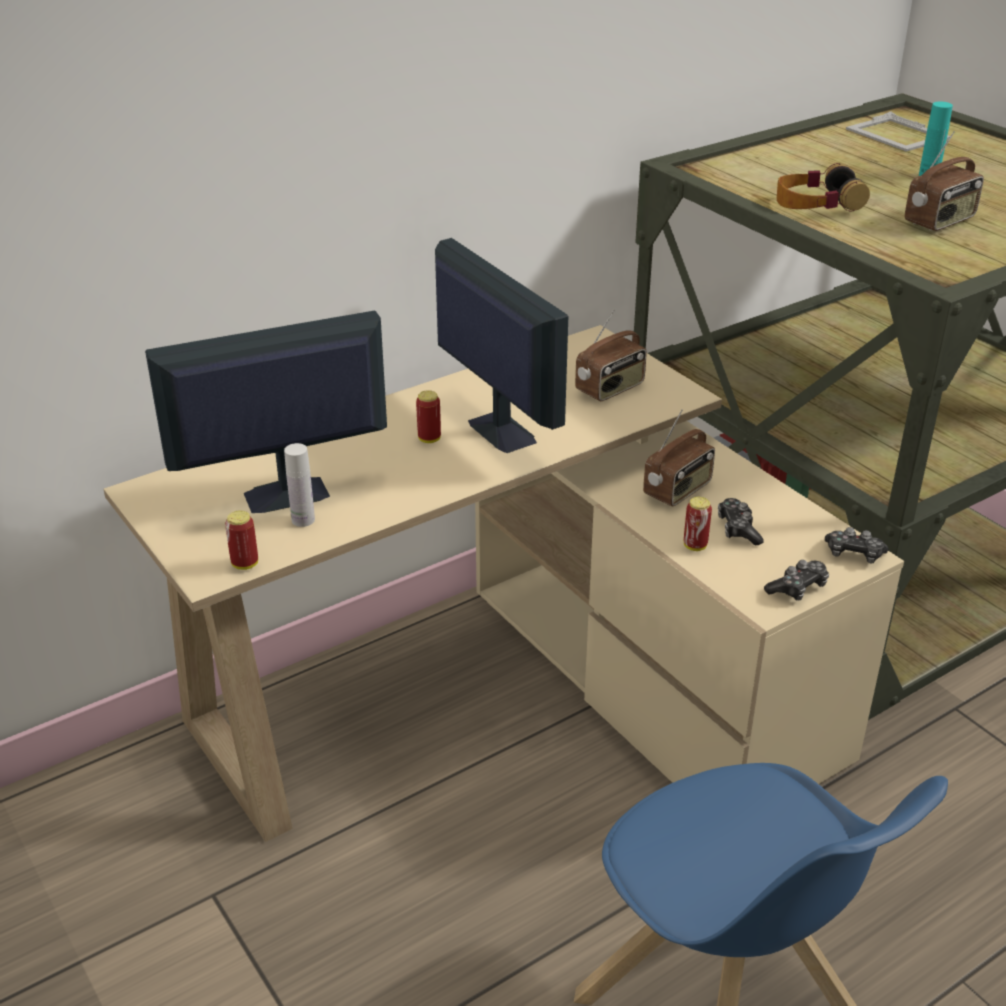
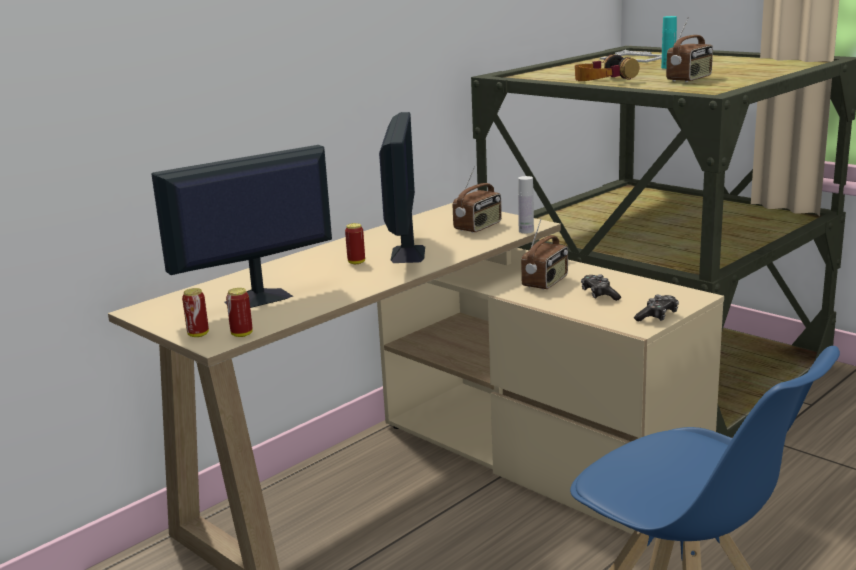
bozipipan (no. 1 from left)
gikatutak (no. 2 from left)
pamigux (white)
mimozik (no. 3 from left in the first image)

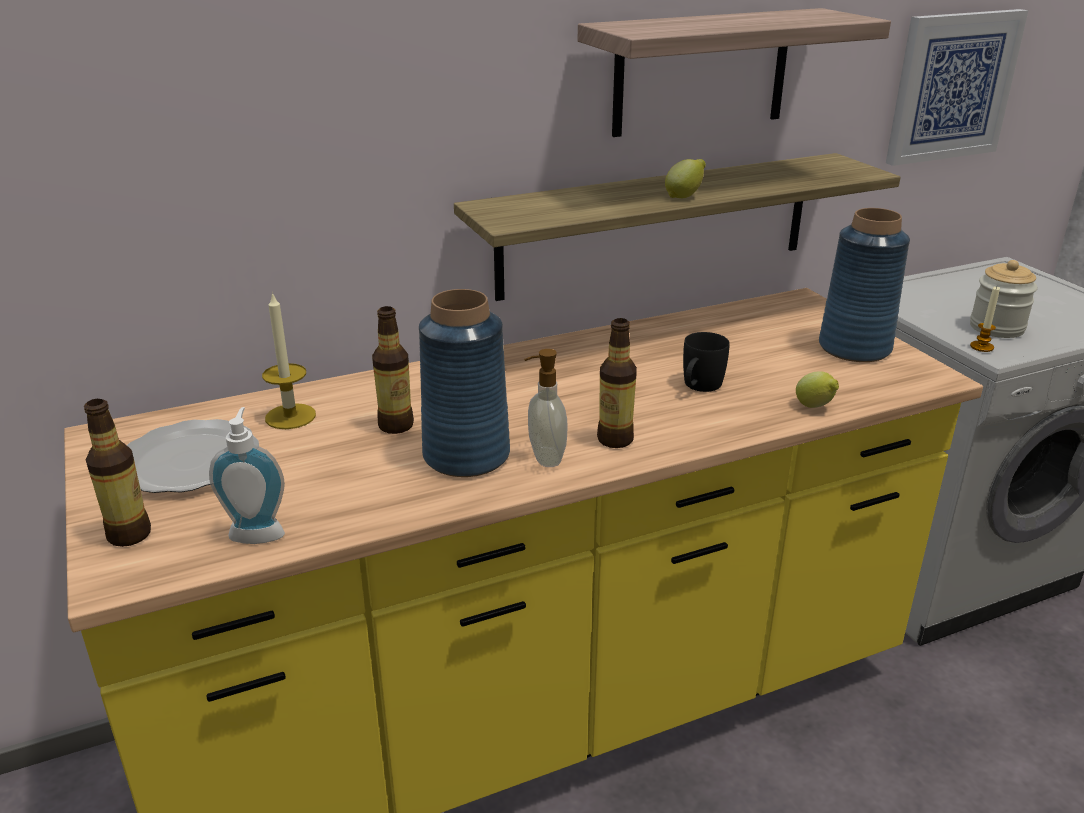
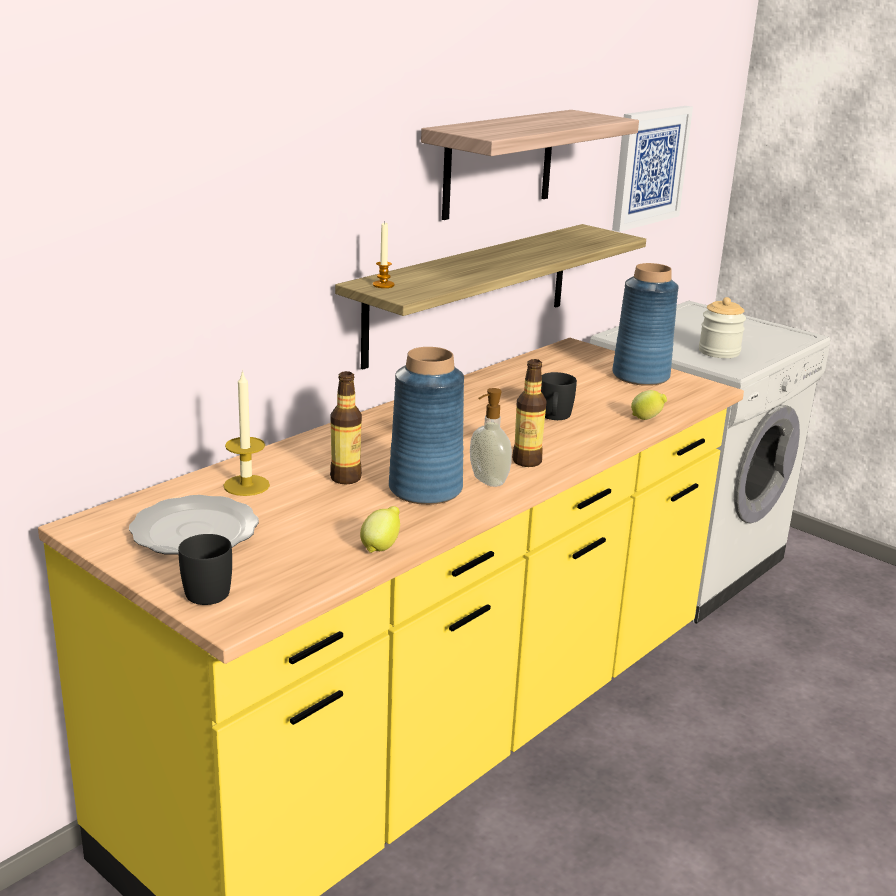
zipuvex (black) (no. 1 from left)
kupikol (no. 1 from left)
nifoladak (no. 2 from left)
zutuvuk (no. 1 from left in the first image)

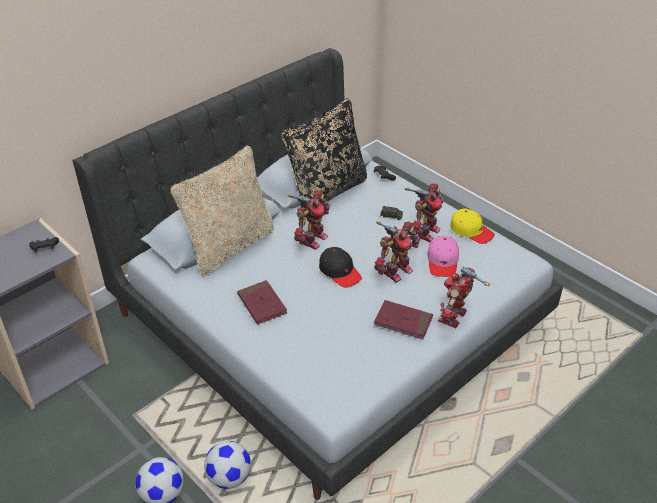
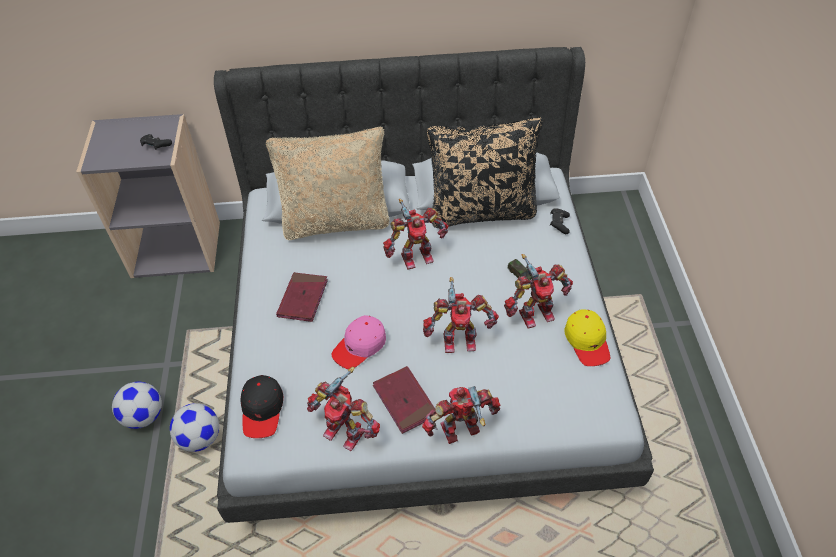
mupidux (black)
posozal (no. 1 from left)
mupidux (pink)

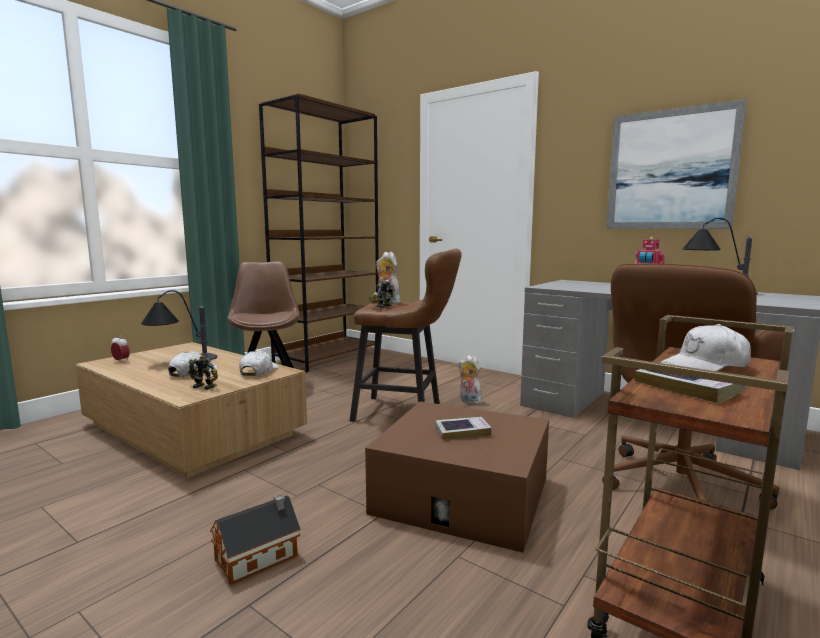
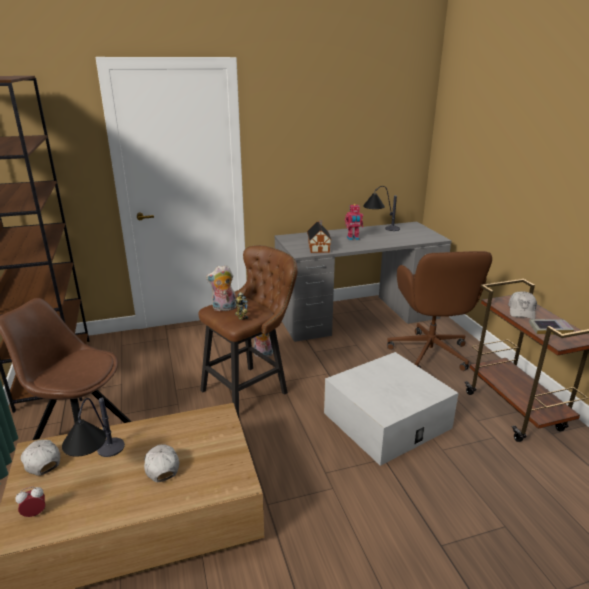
mupidux (white) (no. 1 from left)
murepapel
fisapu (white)
posozal (no. 1 from left in the first image)
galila (no. 1 from left in the first image)
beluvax

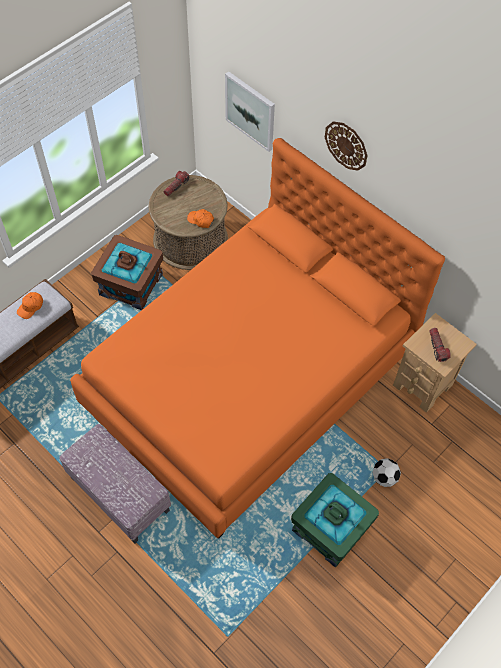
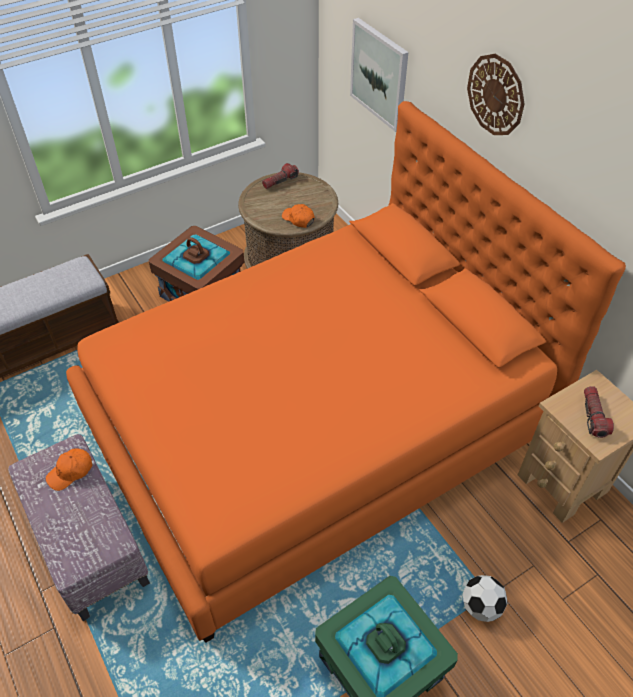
mupidux (orange) (no. 1 from left)

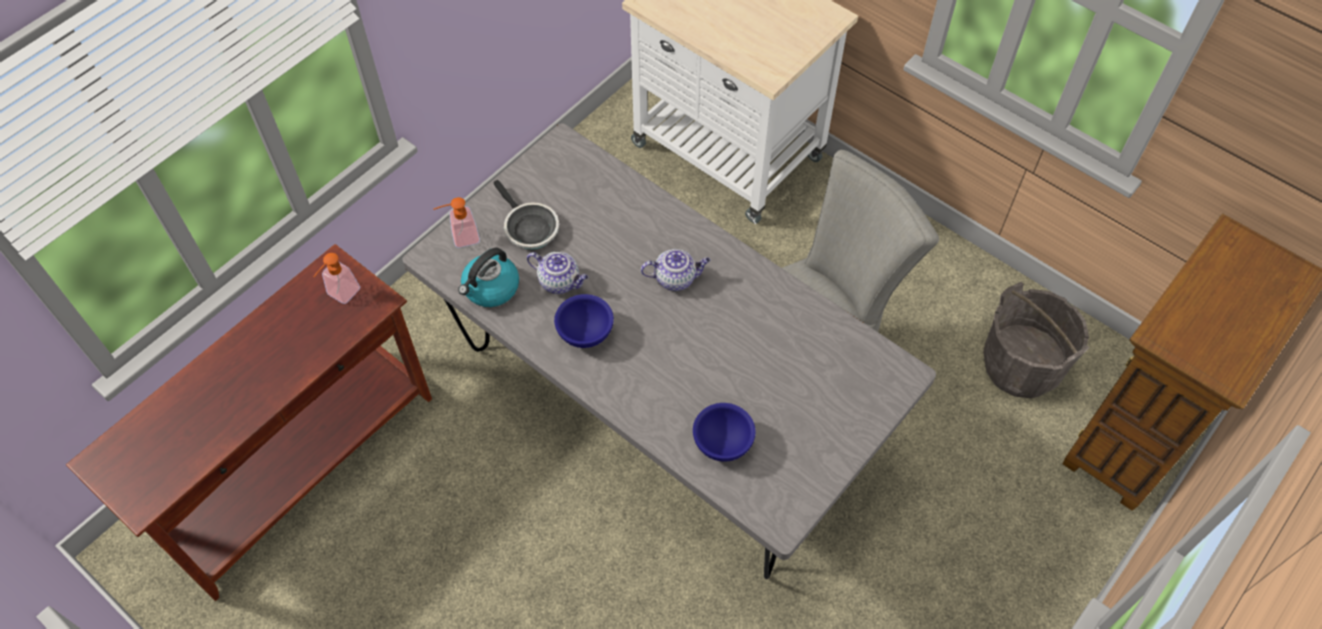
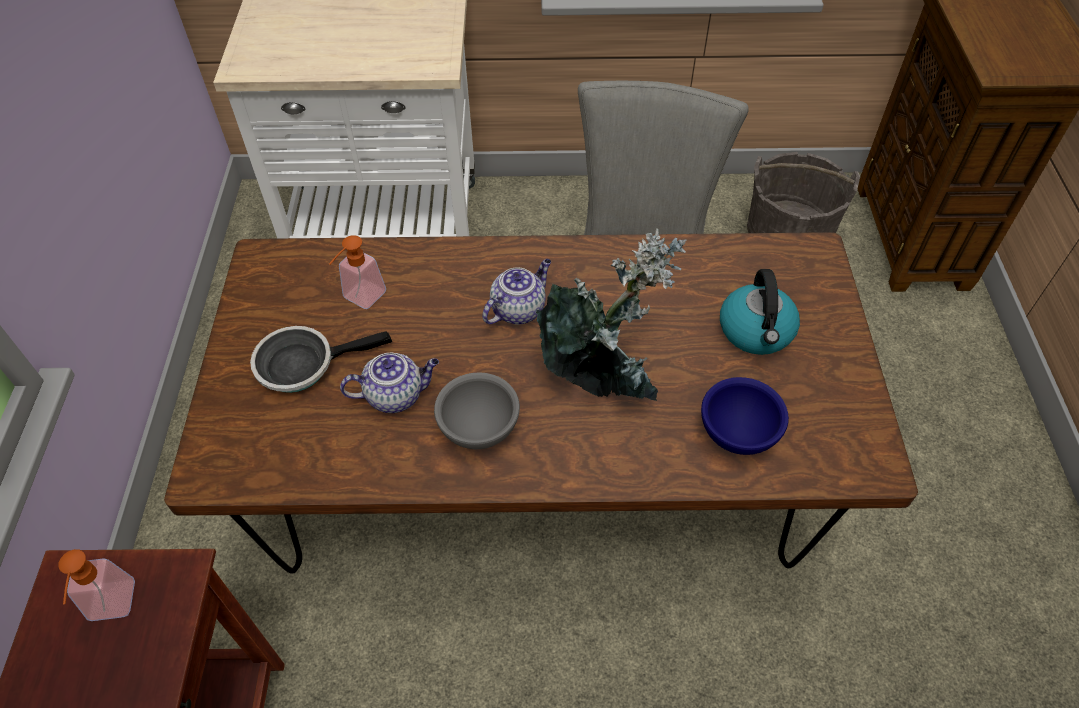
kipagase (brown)
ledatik
zutuvuk (no. 2 from left)
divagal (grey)
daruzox
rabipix

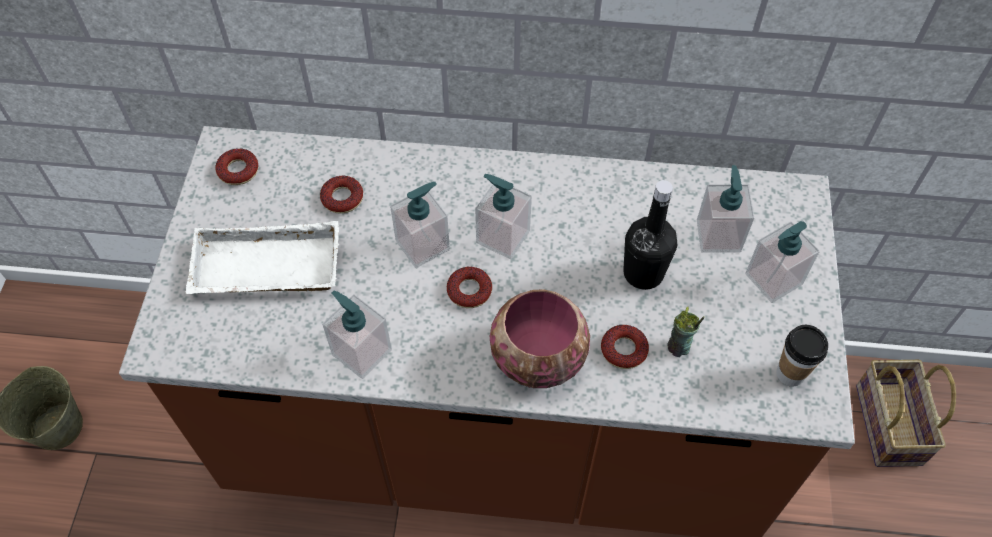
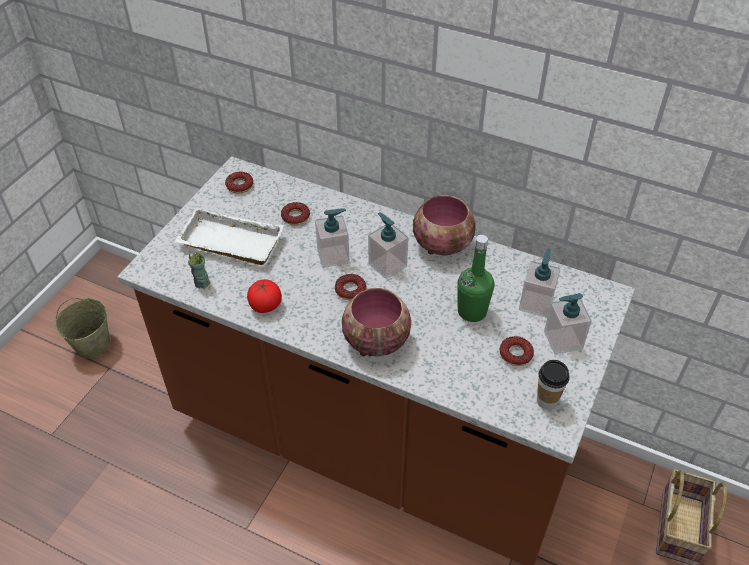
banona (no. 1 from left)
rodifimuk
divagal (no. 2 from left)
pamigux (green)
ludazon (no. 4 from left)

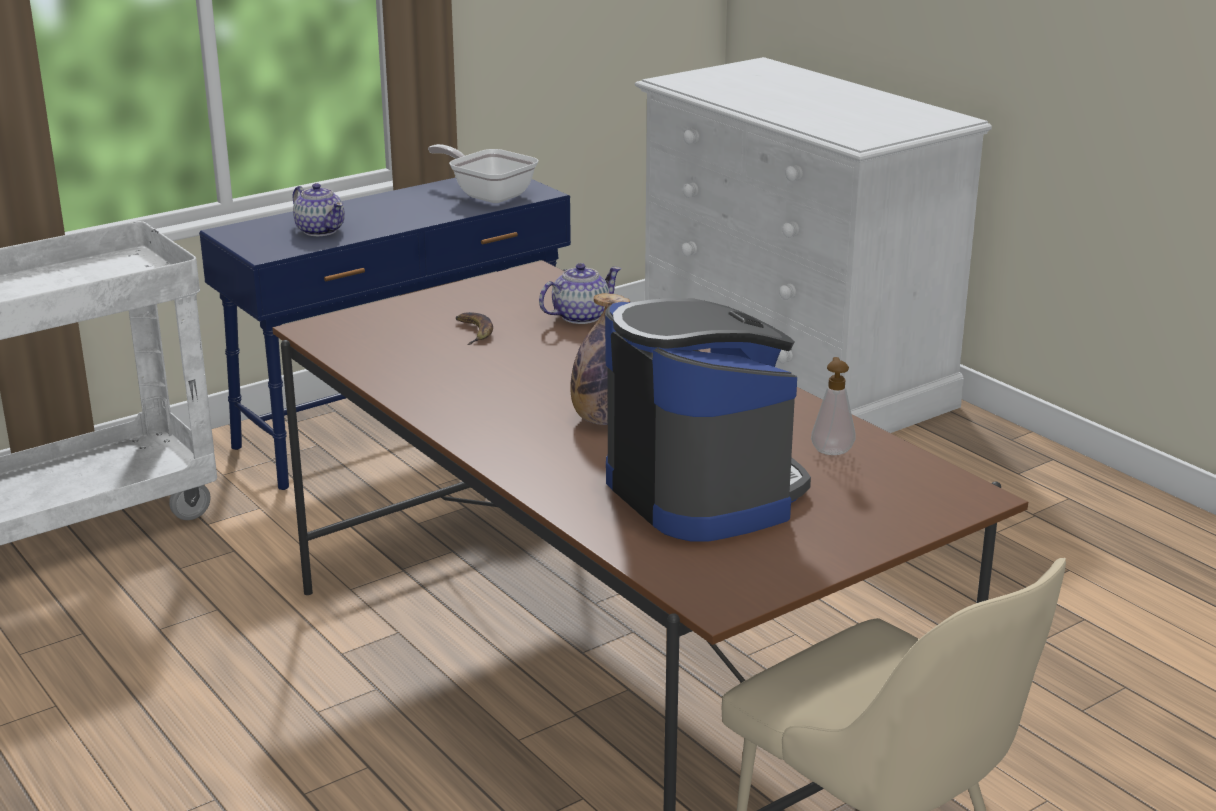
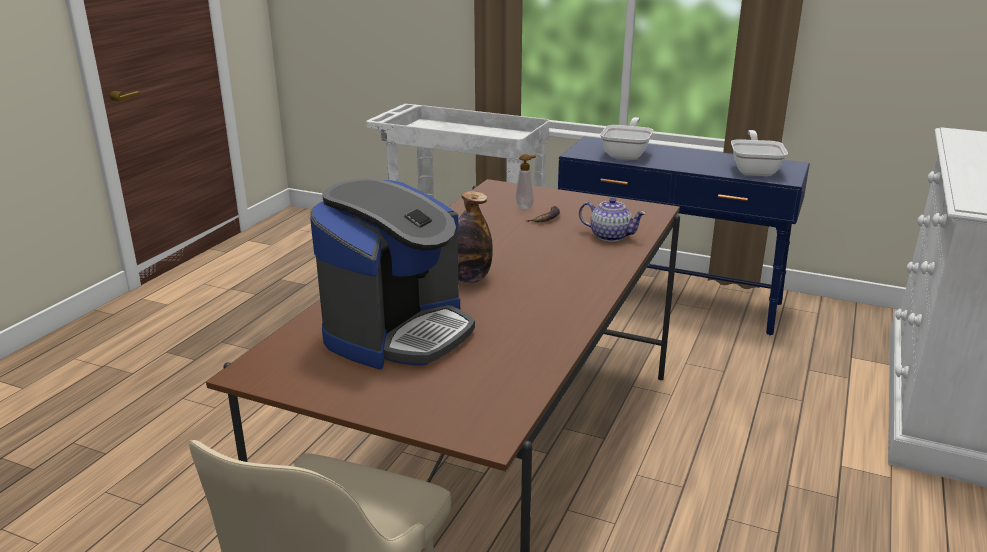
zutuvuk
ledatik (no. 1 from left)

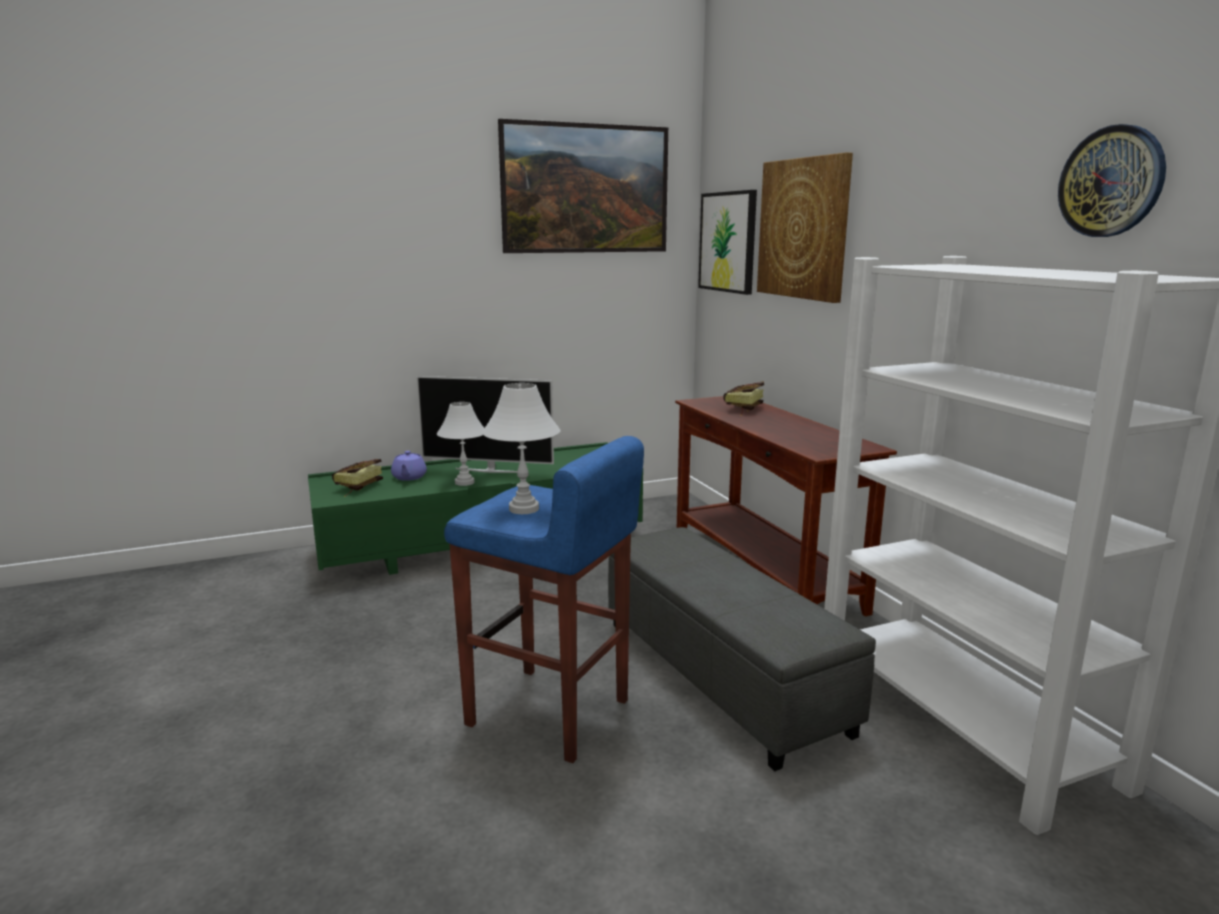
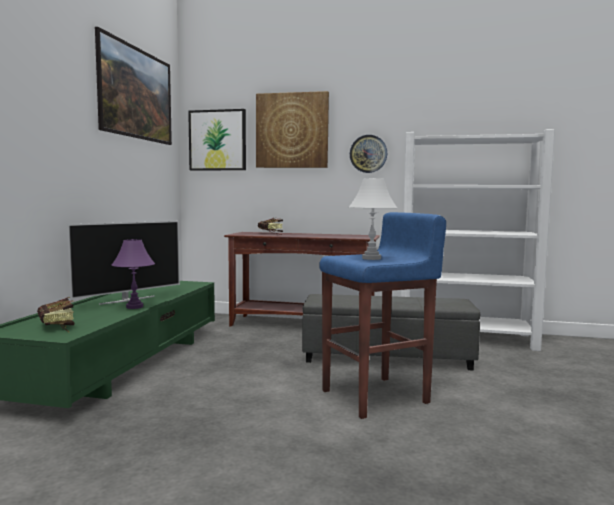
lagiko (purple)
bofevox
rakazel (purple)

